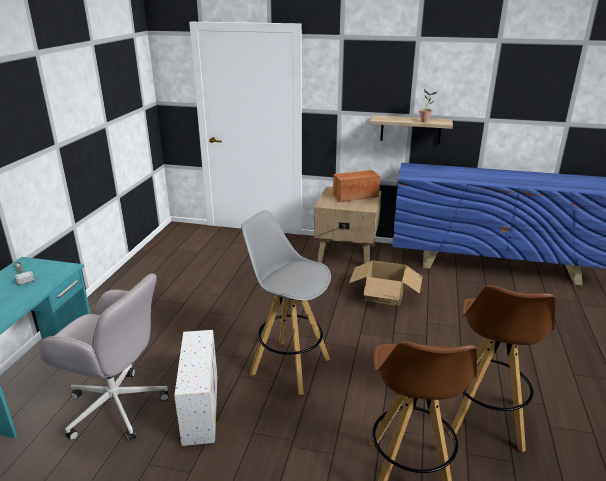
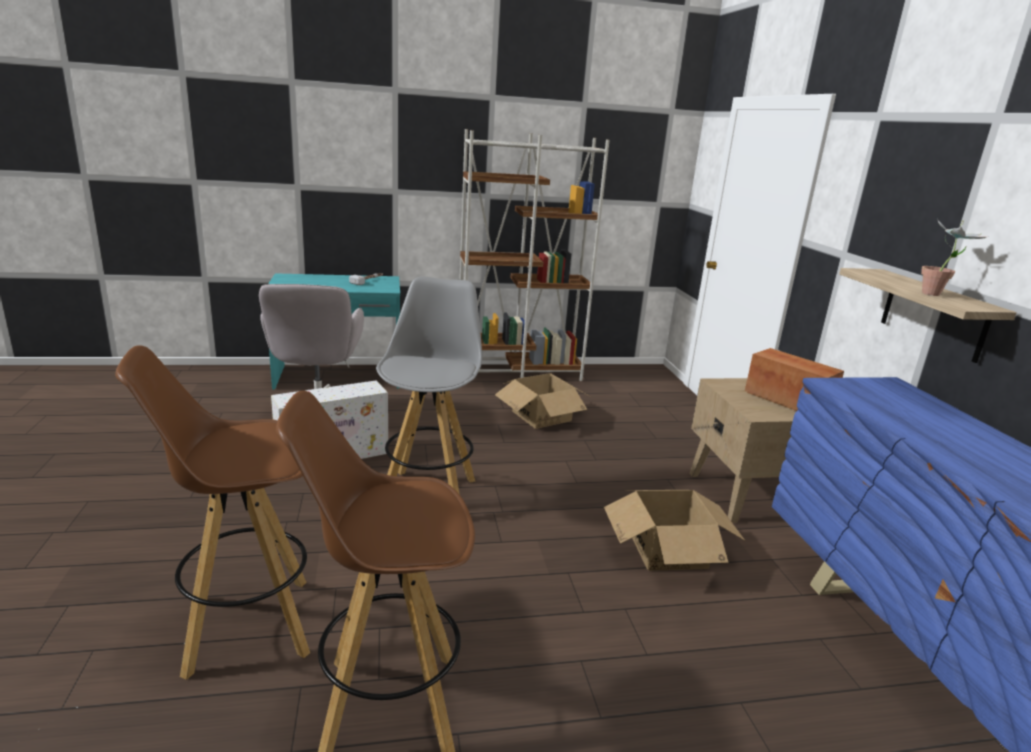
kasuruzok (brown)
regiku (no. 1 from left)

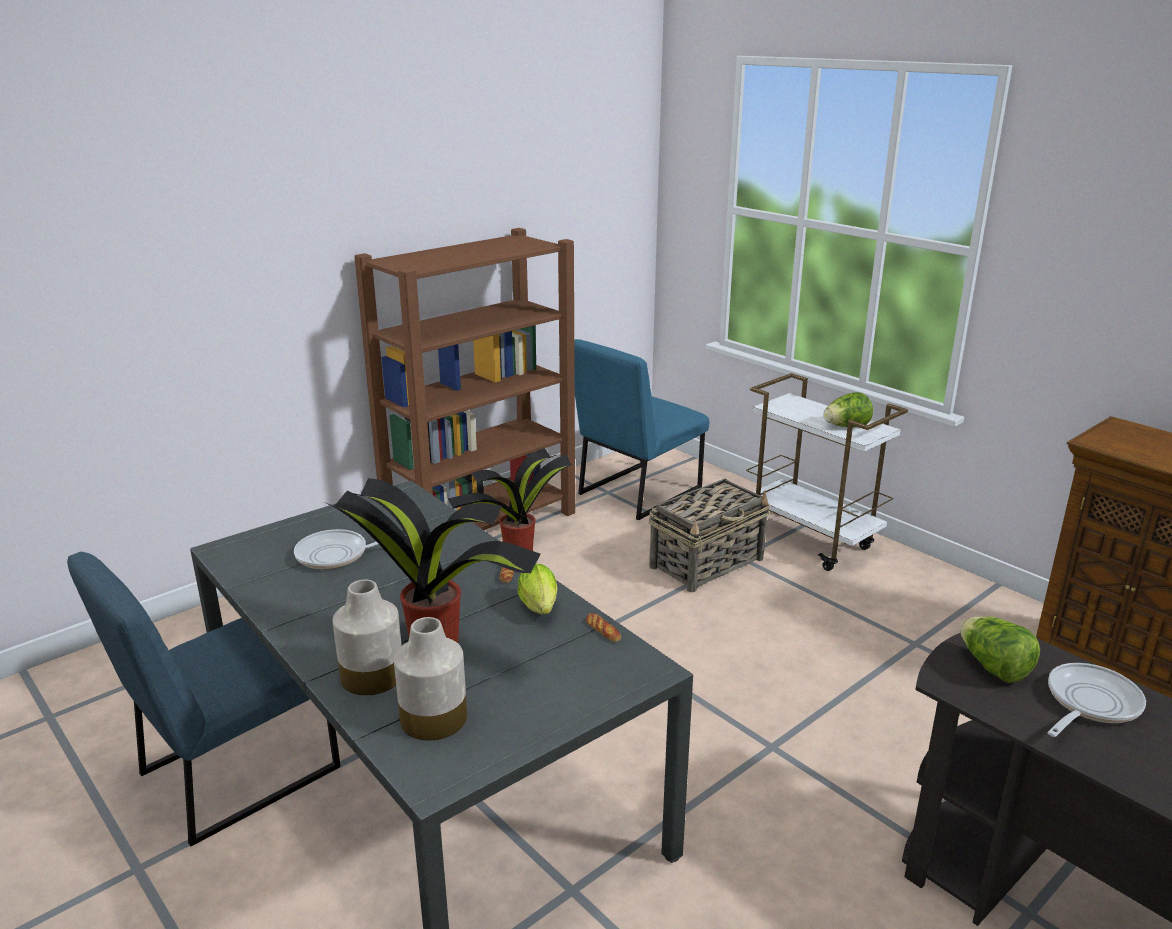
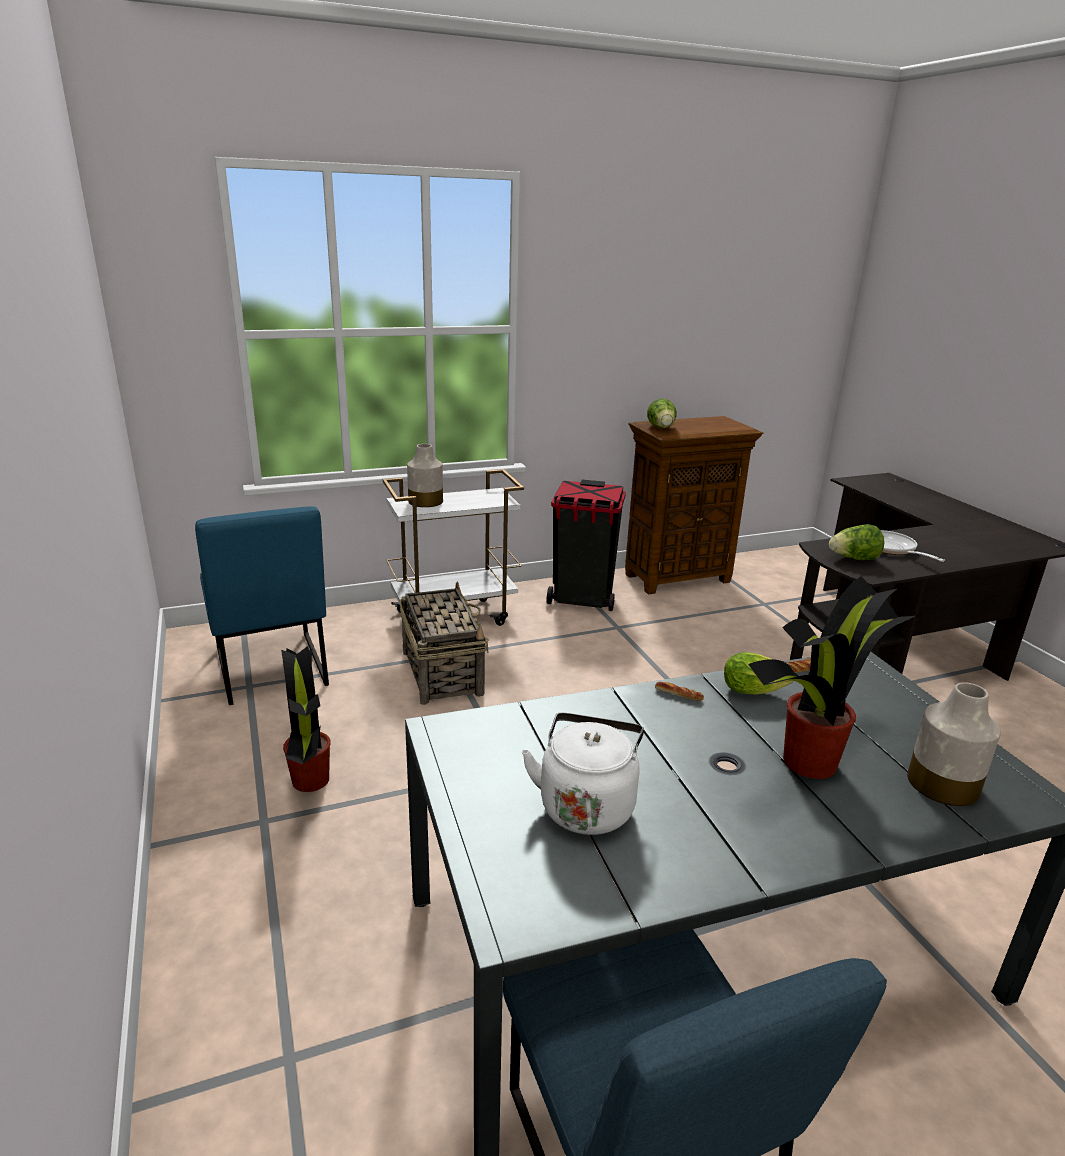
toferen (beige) (no. 1 from left)
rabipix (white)
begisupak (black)
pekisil (no. 1 from left)
kasuruzok (brown)

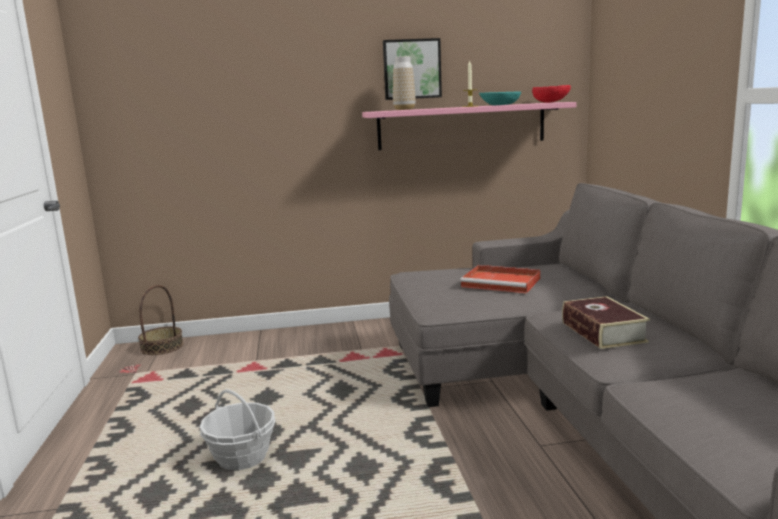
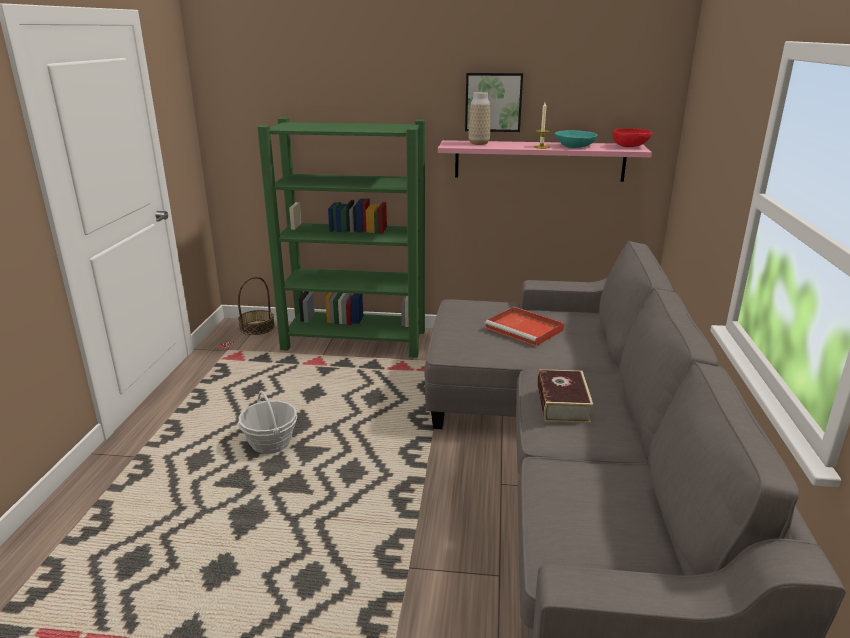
kasuruzok (green)

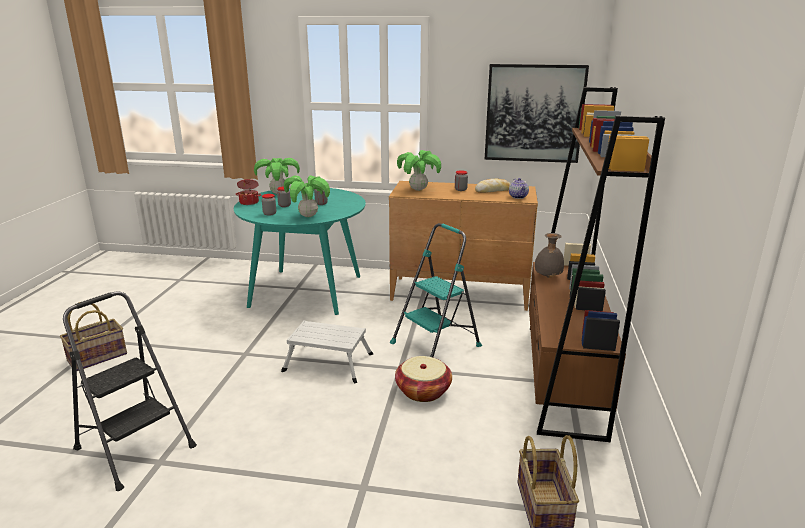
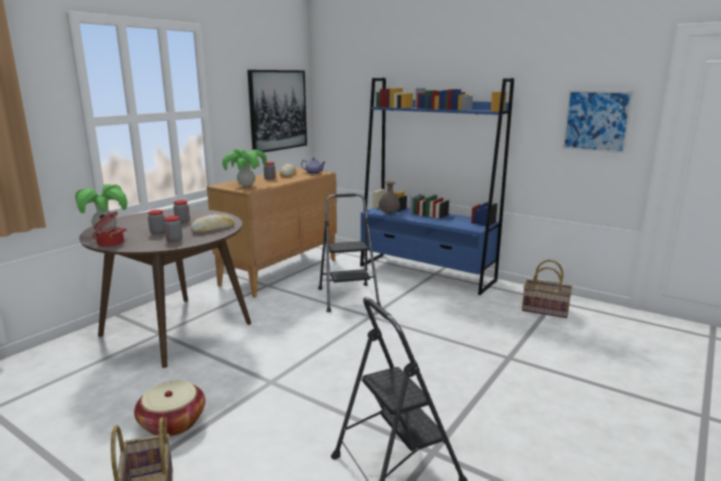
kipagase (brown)
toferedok (no. 2 from left)
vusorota (no. 1 from left)
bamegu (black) (no. 1 from left)
kasuruzok (blue)
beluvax (no. 2 from left)
bamegu (white)

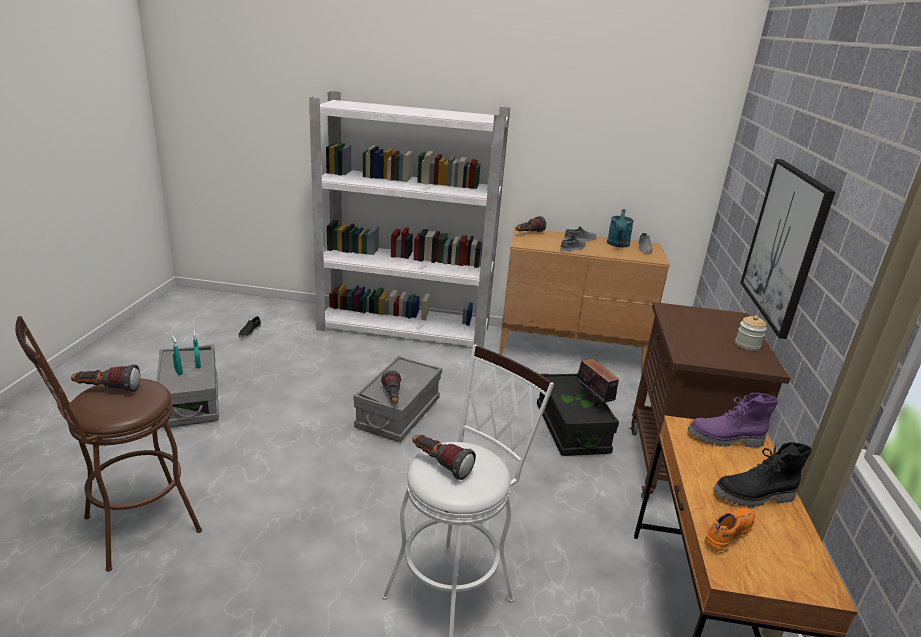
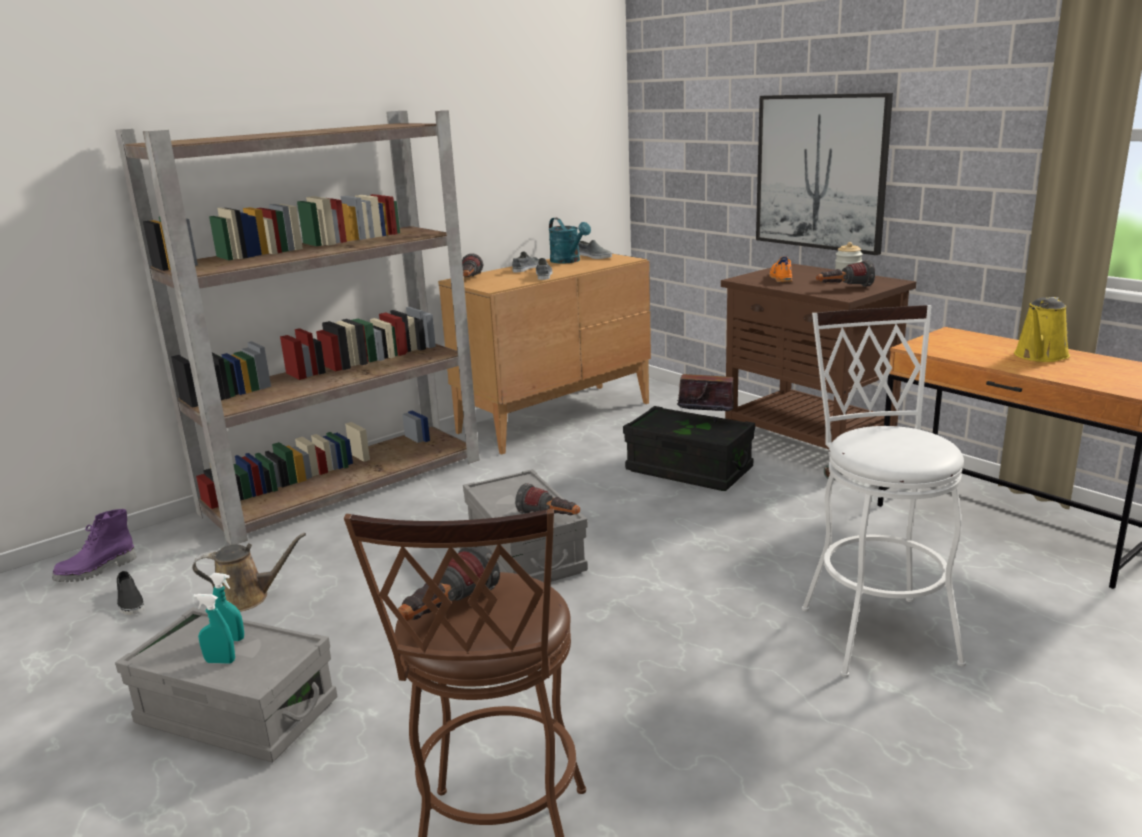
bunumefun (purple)
kasuruzok (brown)
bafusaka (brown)
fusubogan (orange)
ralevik (no. 4 from left)
bafusaka (yellow)

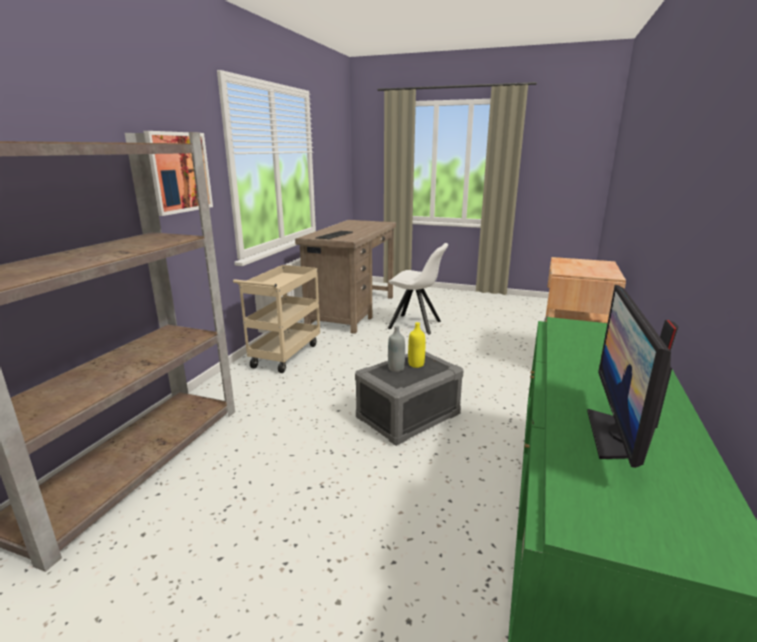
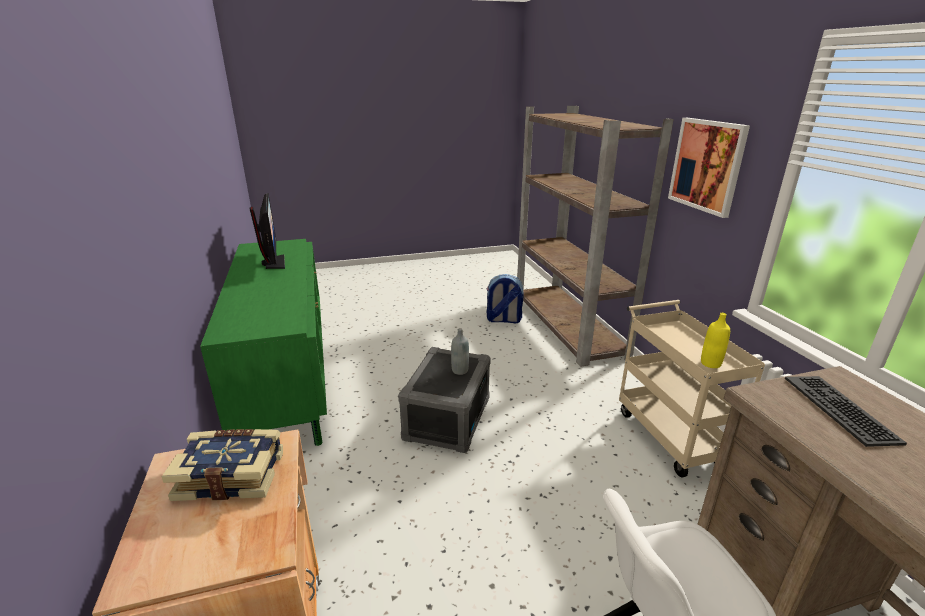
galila
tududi
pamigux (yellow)

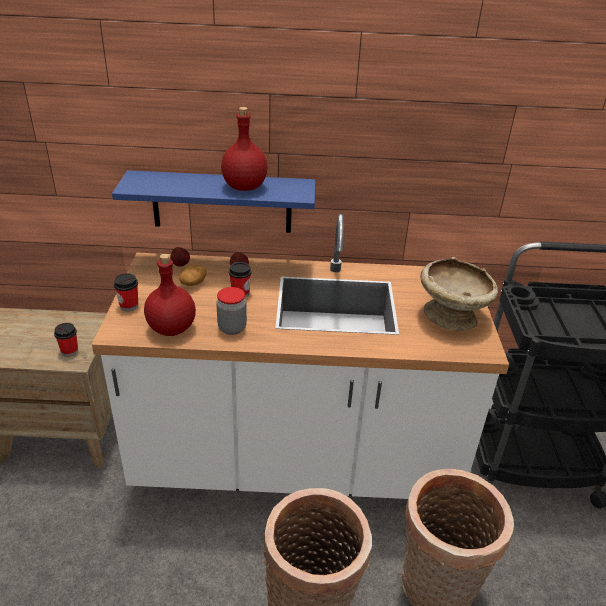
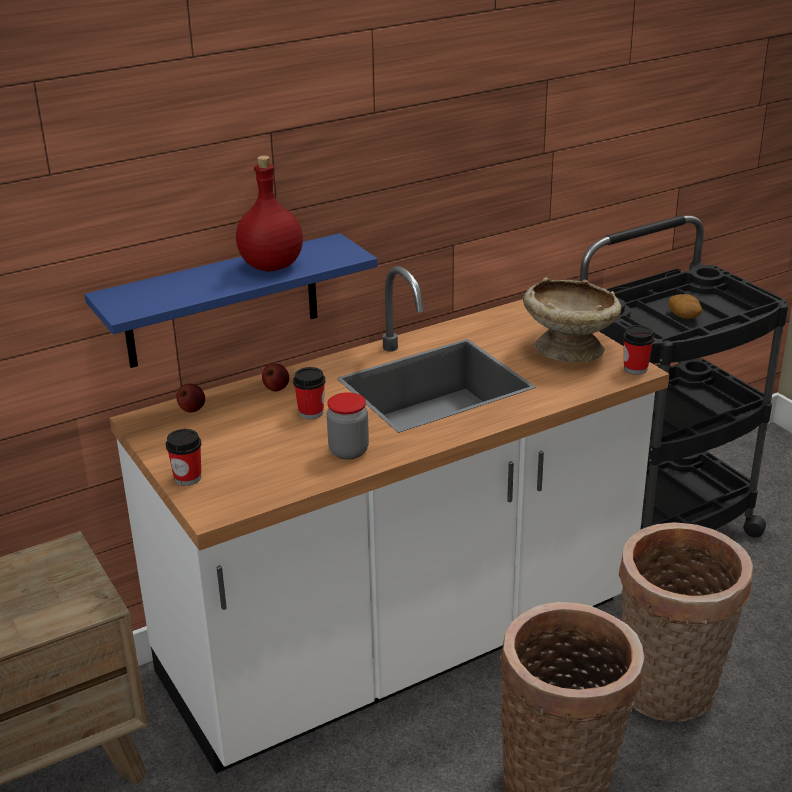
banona (no. 3 from left)
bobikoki
pamigux (red) (no. 1 from left in the first image)

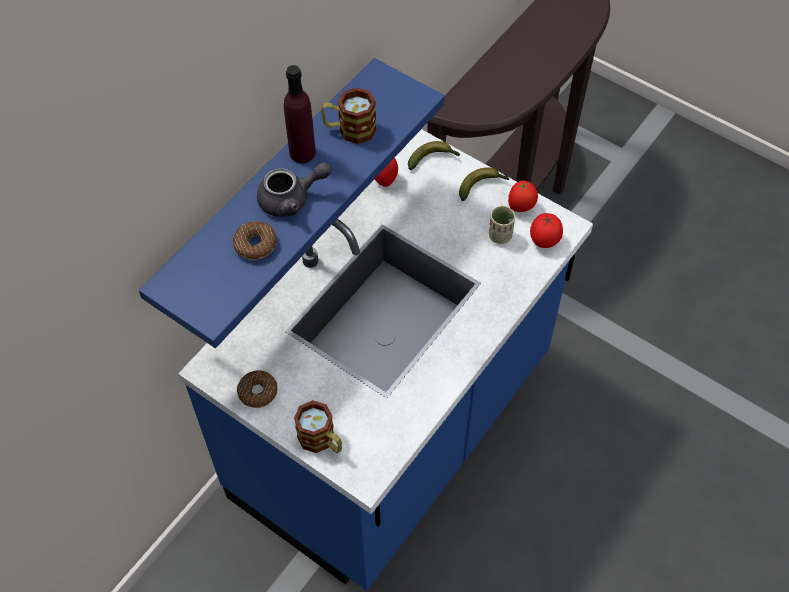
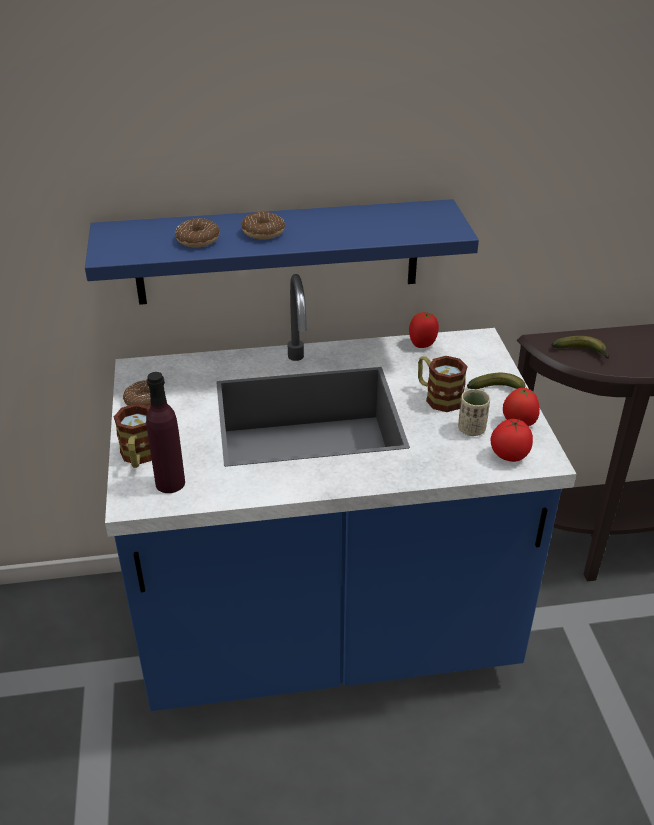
pamigux (purple)
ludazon (no. 3 from left)
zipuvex (no. 2 from left)
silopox (no. 2 from left)

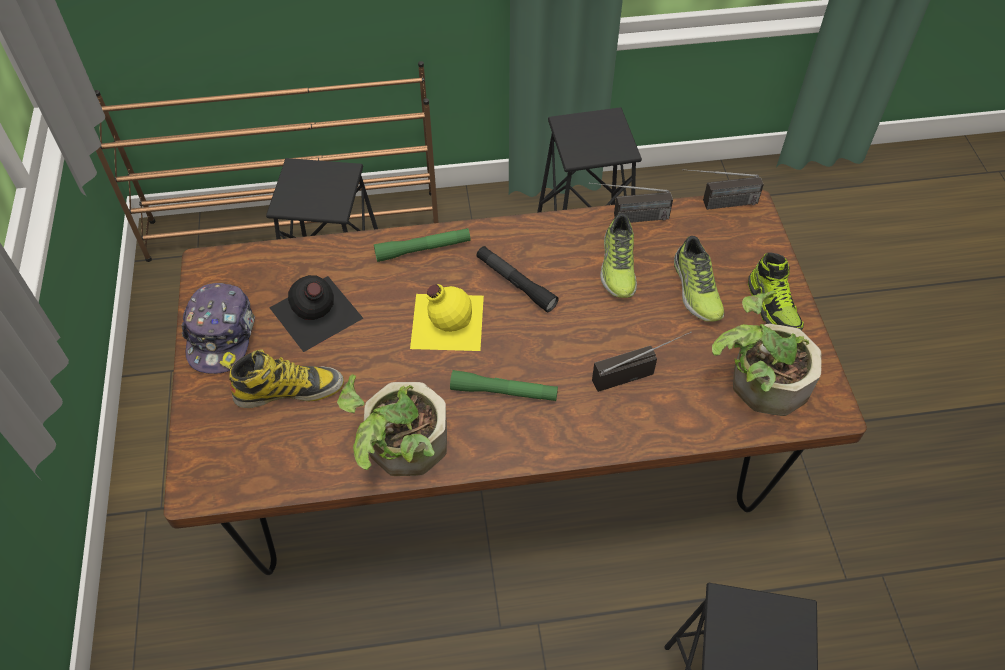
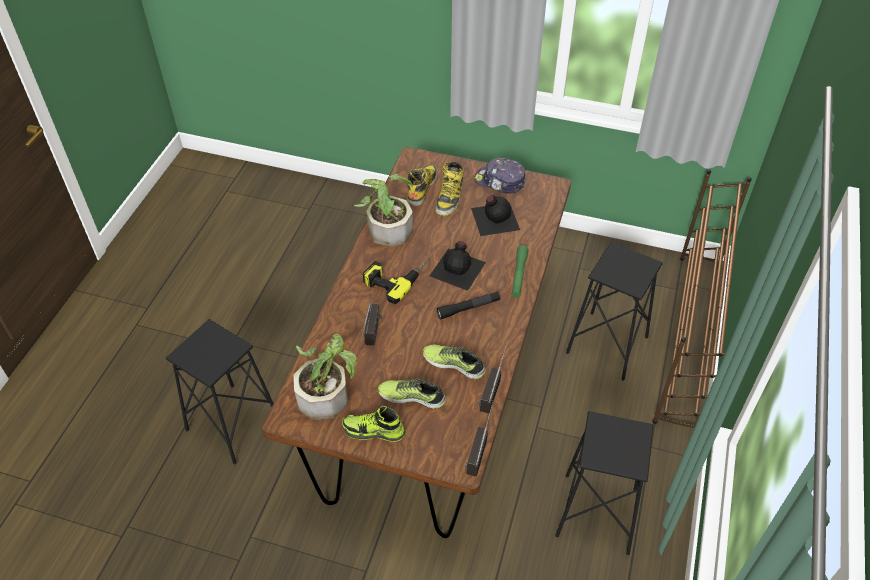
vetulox
bunumefun (no. 1 from left)
pamigux (black) (no. 1 from left)

